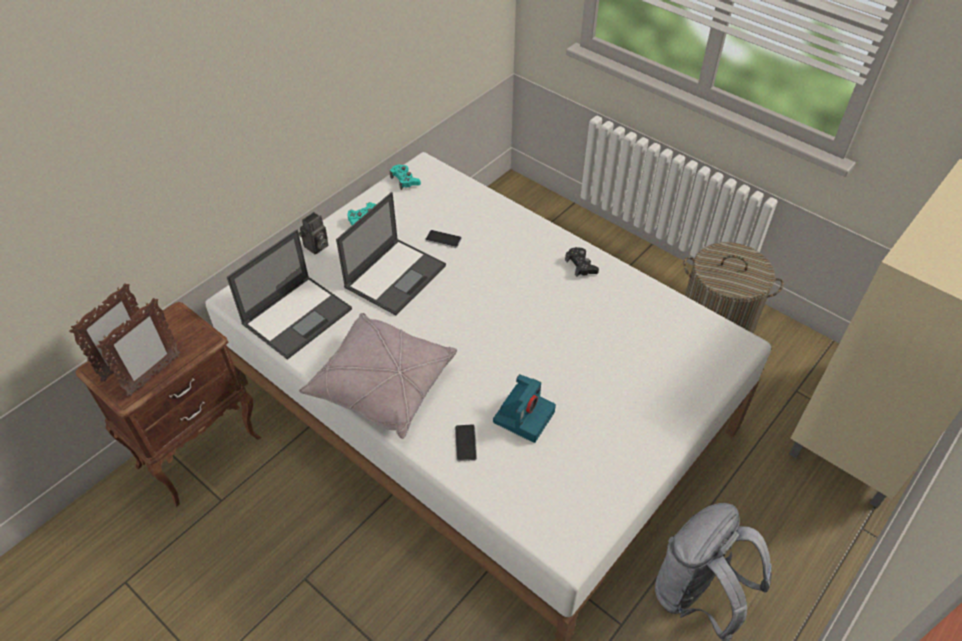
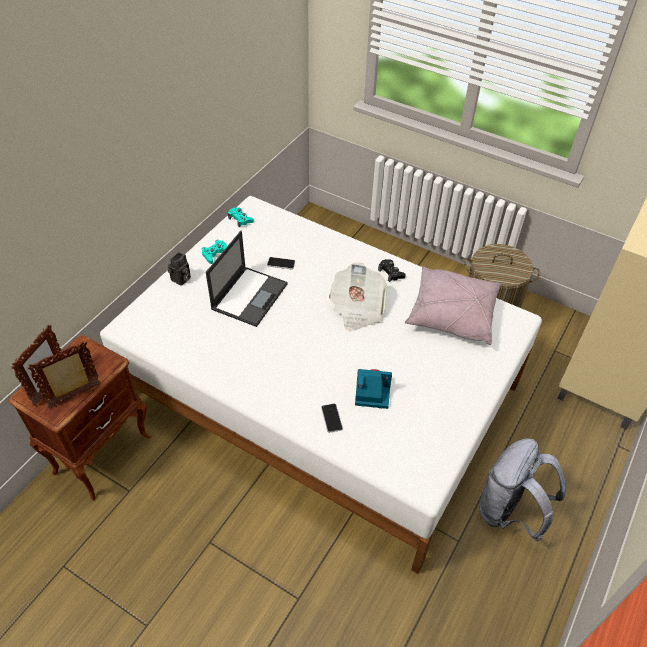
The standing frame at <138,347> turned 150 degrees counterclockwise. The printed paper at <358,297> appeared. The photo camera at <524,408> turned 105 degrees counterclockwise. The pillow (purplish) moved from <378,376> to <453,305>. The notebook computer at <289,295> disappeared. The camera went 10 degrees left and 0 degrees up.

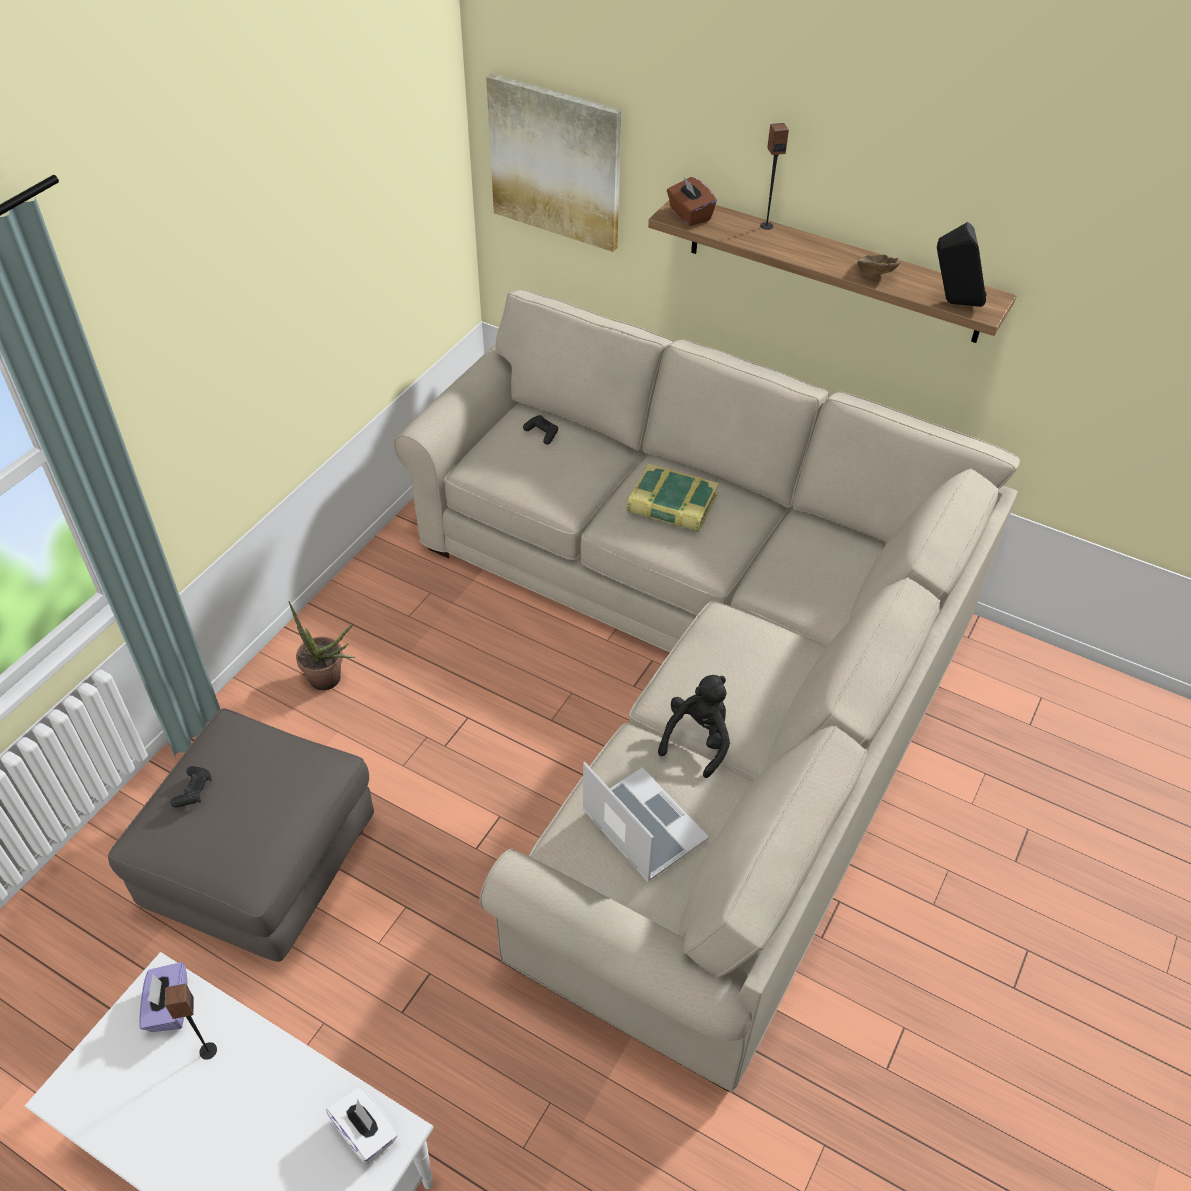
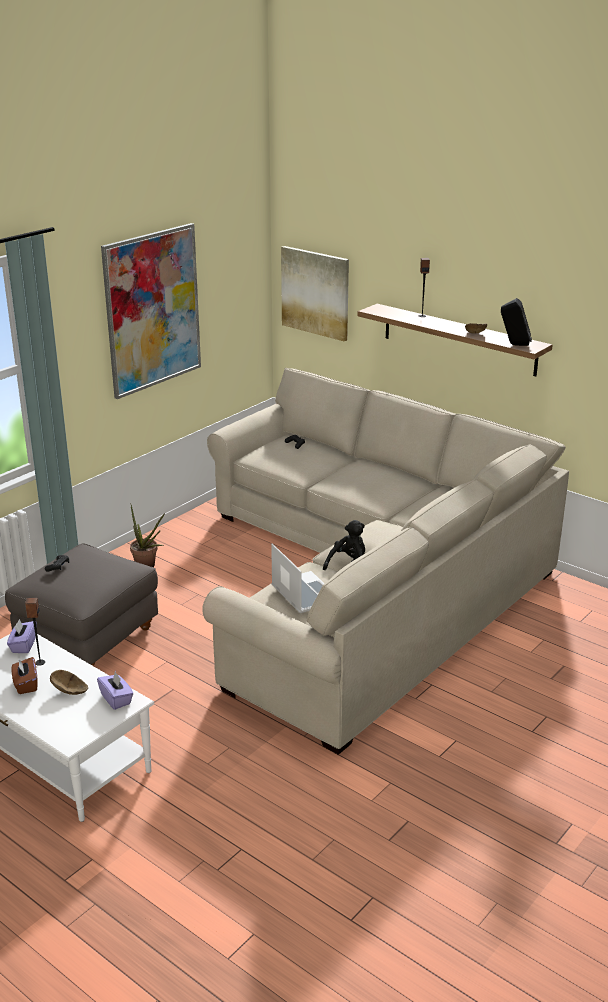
The tissue box (brownish) moved from <692,201> to <24,675>. The deep dish (brownish) at <69,682> appeared. The tissue box (whitish) at <362,1126> became the tissue box (purplish) at <115,690>. The wall art at <151,311> appeared. The volume at <673,498> disappeared. The camera went 10 degrees right and 20 degrees down.

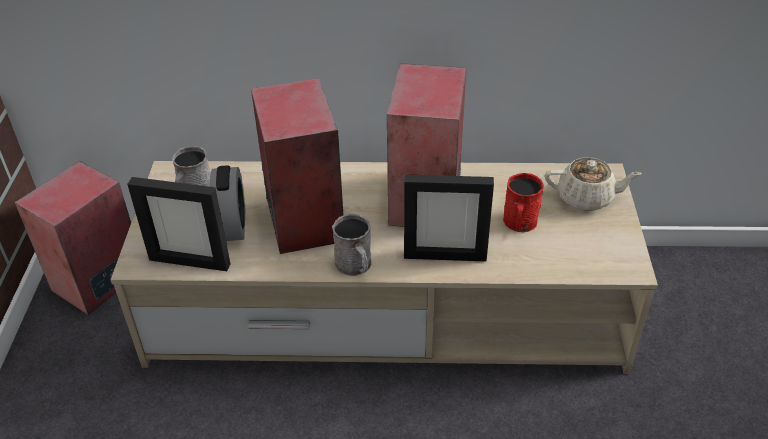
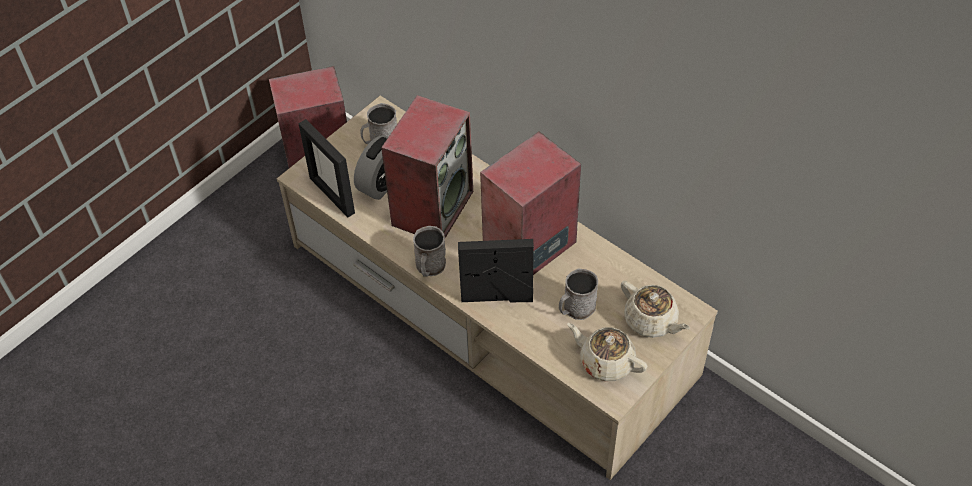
The standing frame at <449,217> turned 135 degrees clockwise. The tea mug (red-coloured) at <523,202> became the tea mug (greyish) at <578,294>. The teapot (sand-coloured) at <607,352> appeared. The camera went 40 degrees right and 10 degrees up.

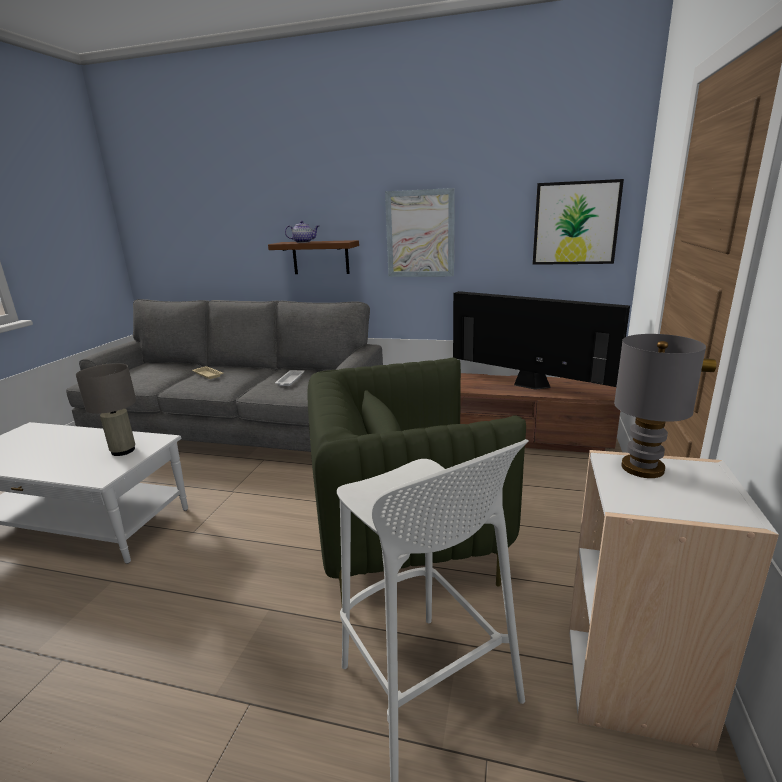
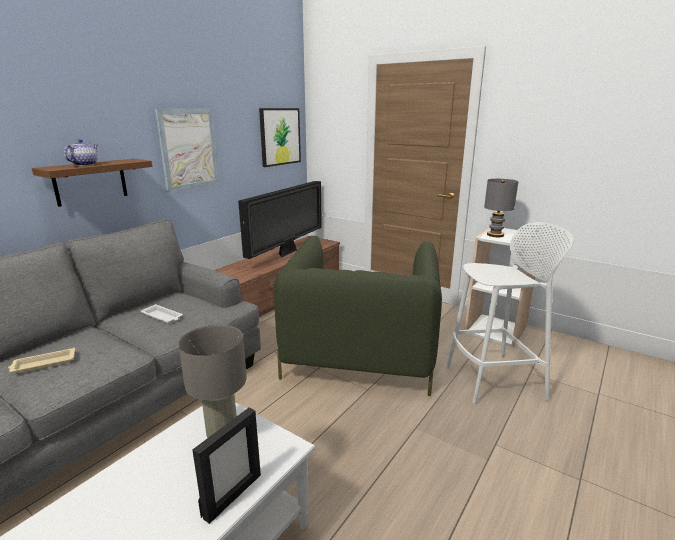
The standing frame at <226,466> appeared. The television at <541,340> turned 150 degrees clockwise. The camera went 70 degrees left and 0 degrees up.

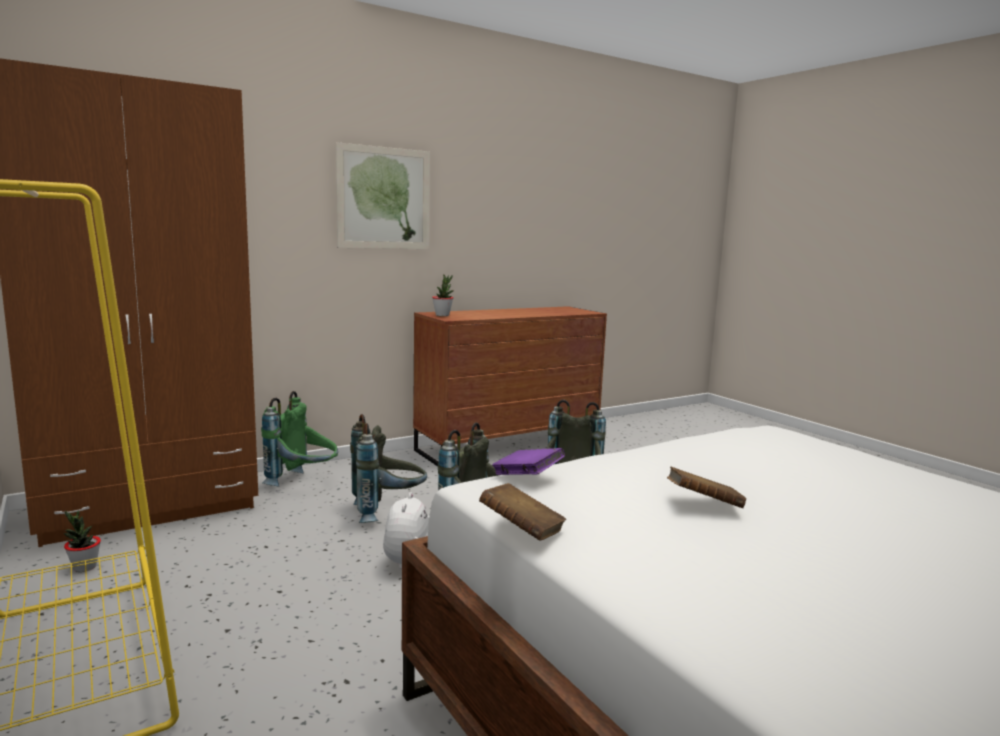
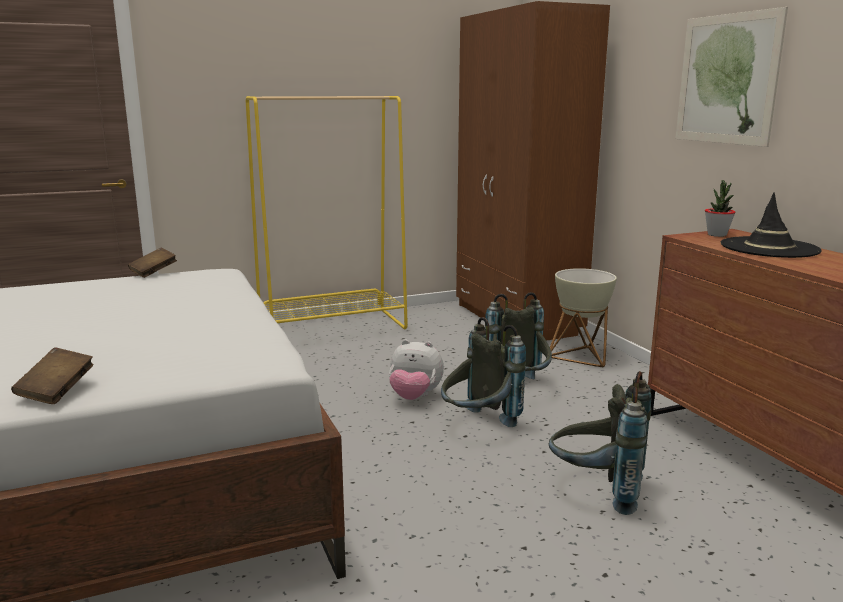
The volume (brownish) moved from <706,487> to <52,376>. The rucksack (green-coloured) at <299,439> was replaced by the flower pot at <583,317>. The hat (black) at <771,225> appeared. The potted plant at <82,541> disappeared. The volume (purplish) at <528,461> disappeared. The camera went 100 degrees right and 5 degrees up.

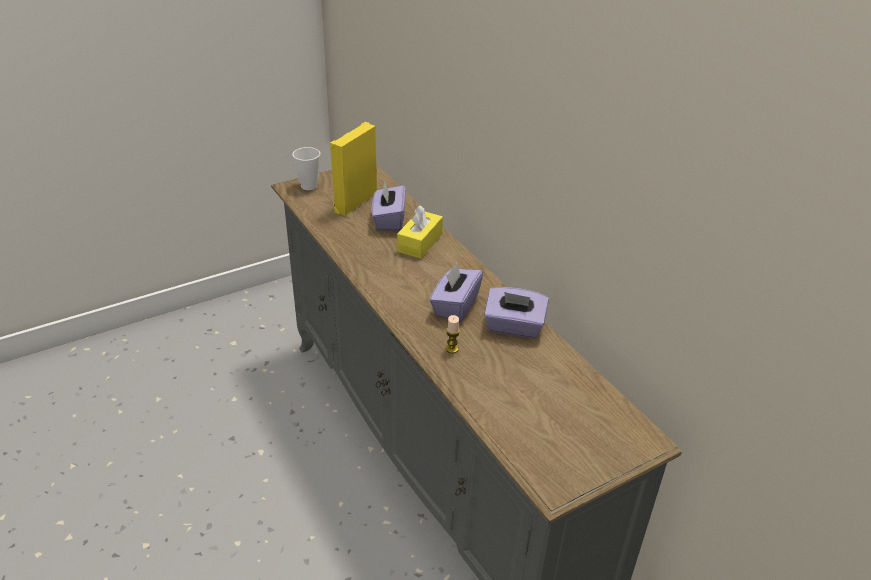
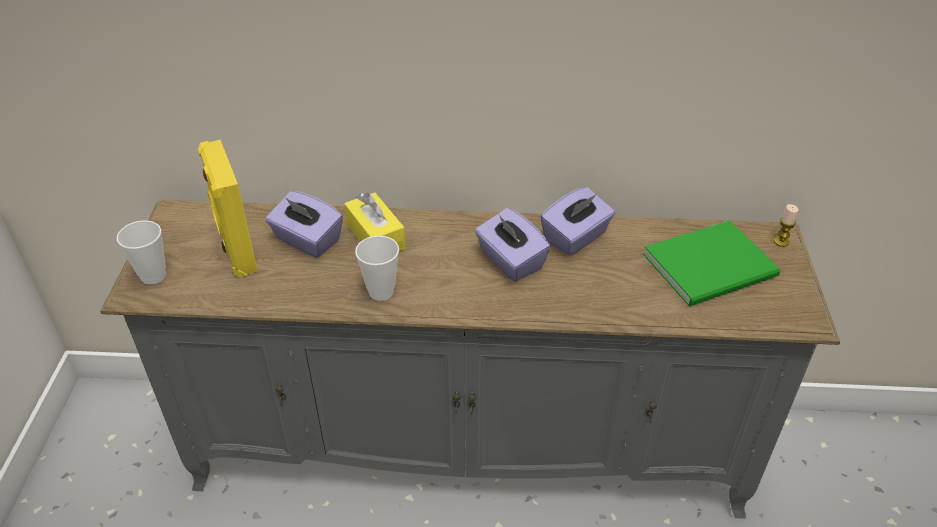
The drinking cup at <377,268> appeared. The volume (green-coloured) at <711,263> appeared. The candle moved from <453,334> to <786,225>. The camera went 55 degrees left and 5 degrees up.

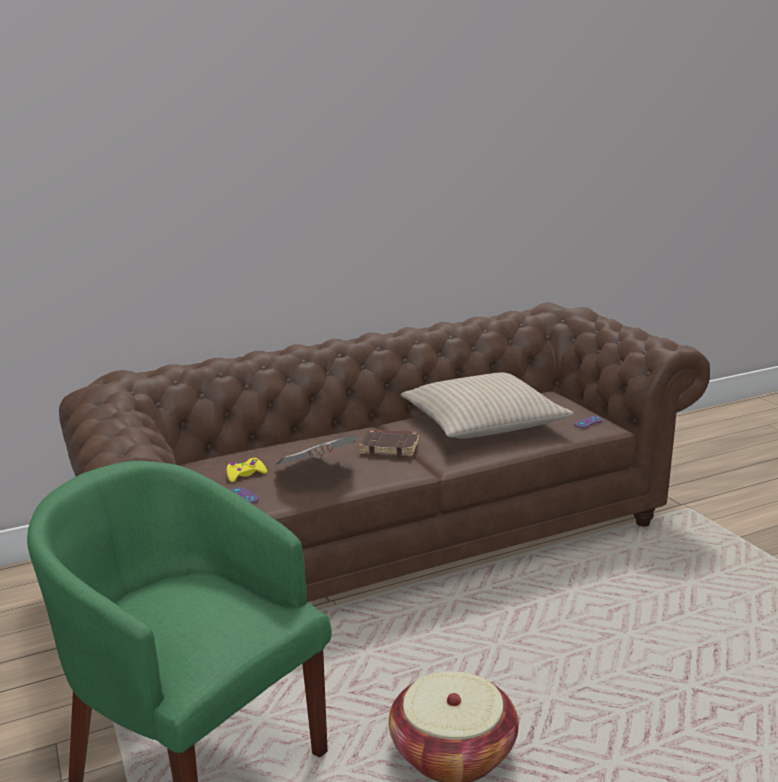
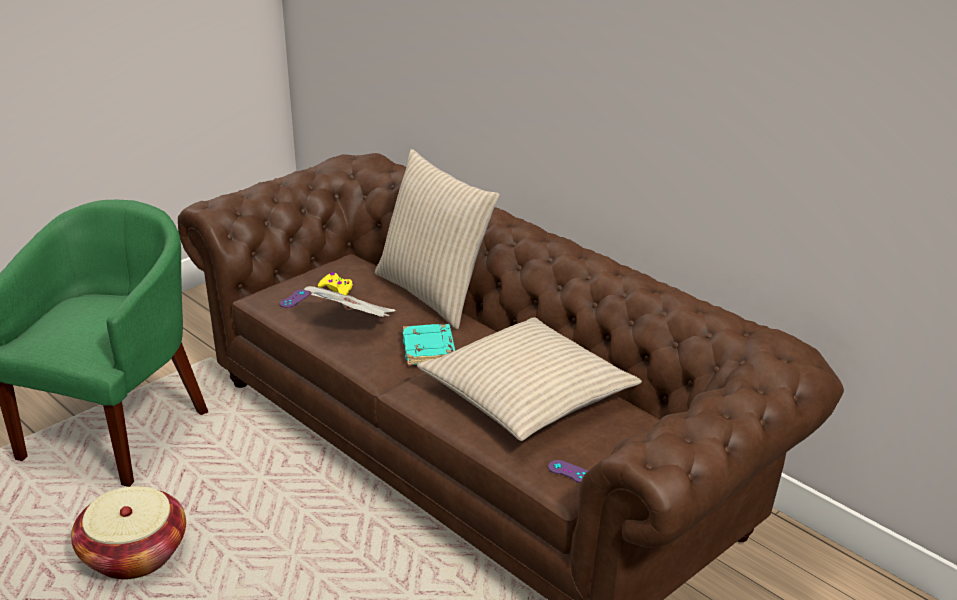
The pillow (sand-coloured) at <437,239> appeared. The volume (brownish) at <389,443> became the volume (blue-green) at <429,344>. The camera went 70 degrees right and 10 degrees up.

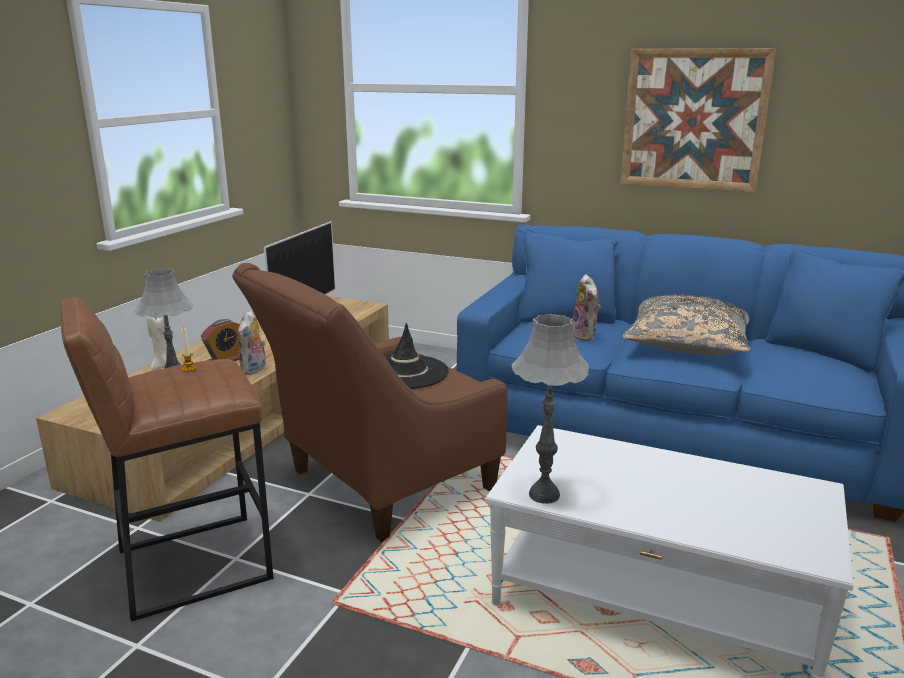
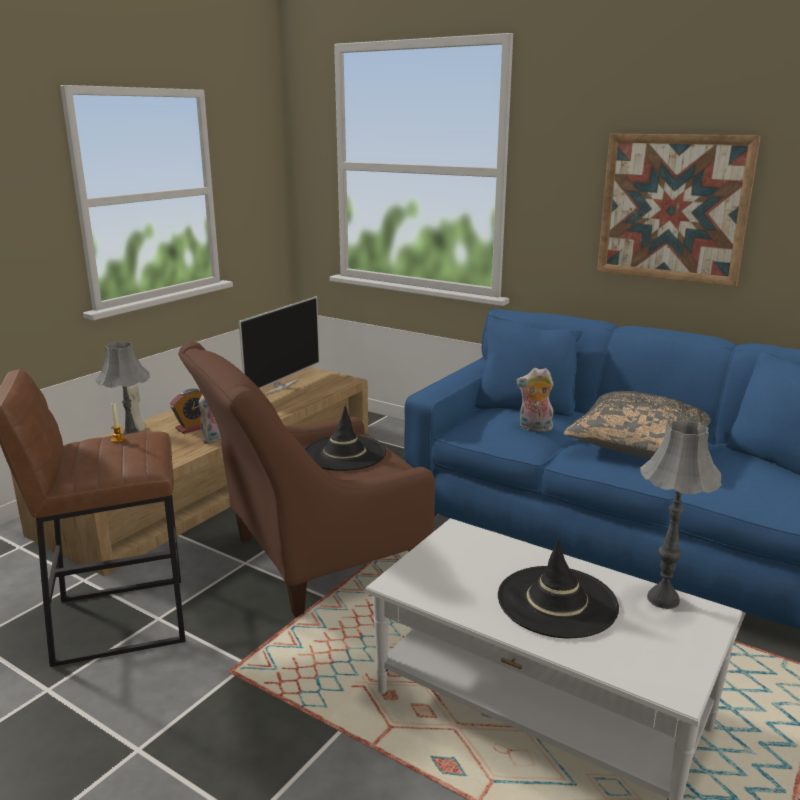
The hat (black) at <558,589> appeared. The cuddly toy at <586,307> turned 105 degrees clockwise. The table lamp (greyish) moved from <550,409> to <681,514>. The camera went 10 degrees right and 0 degrees up.

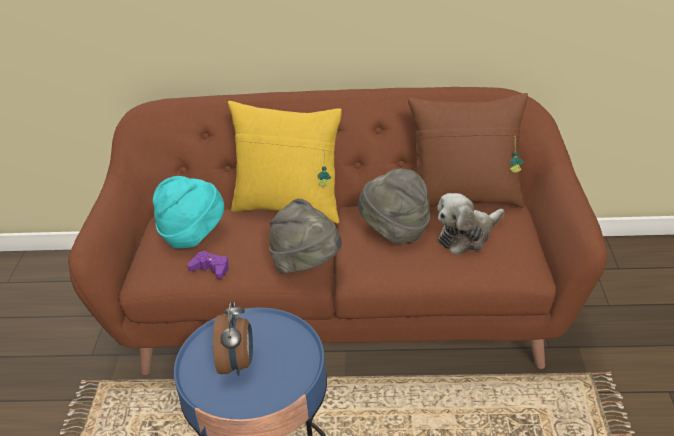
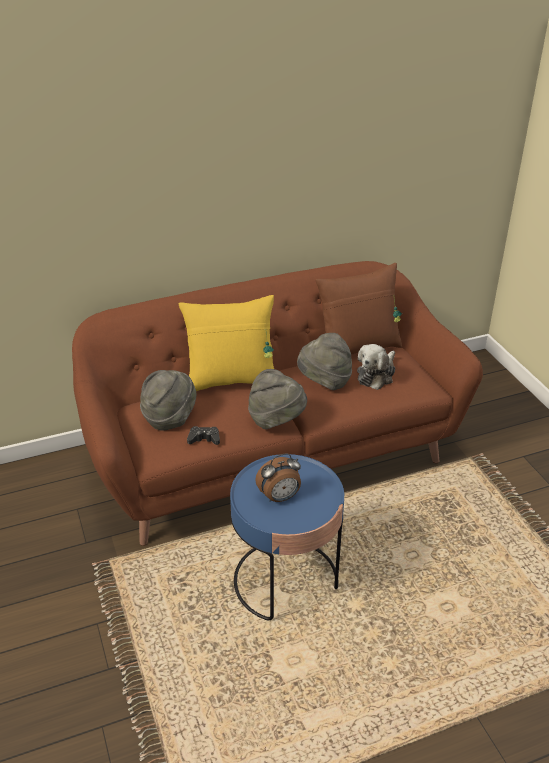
The hat (blue-green) at <188,212> became the hat (greyish) at <168,400>. The joypad (purplish) at <208,265> became the joypad (black) at <203,435>. The bedside clock at <233,339> turned 90 degrees clockwise. The camera went 25 degrees left and 0 degrees up.

